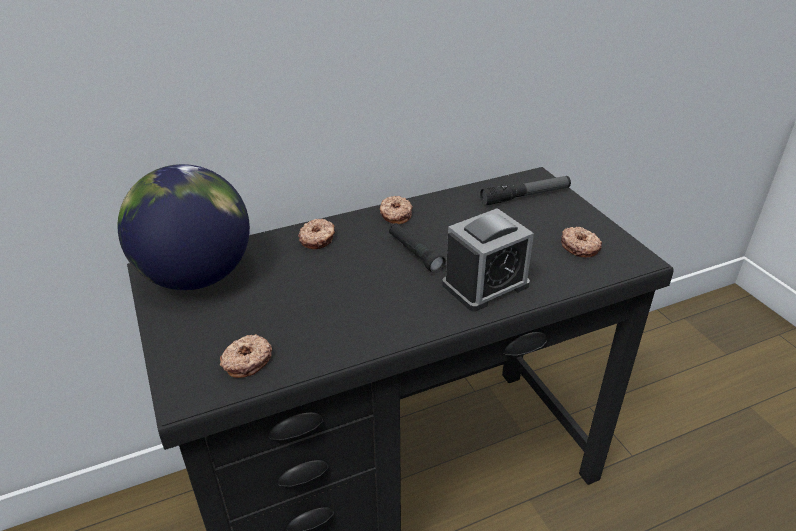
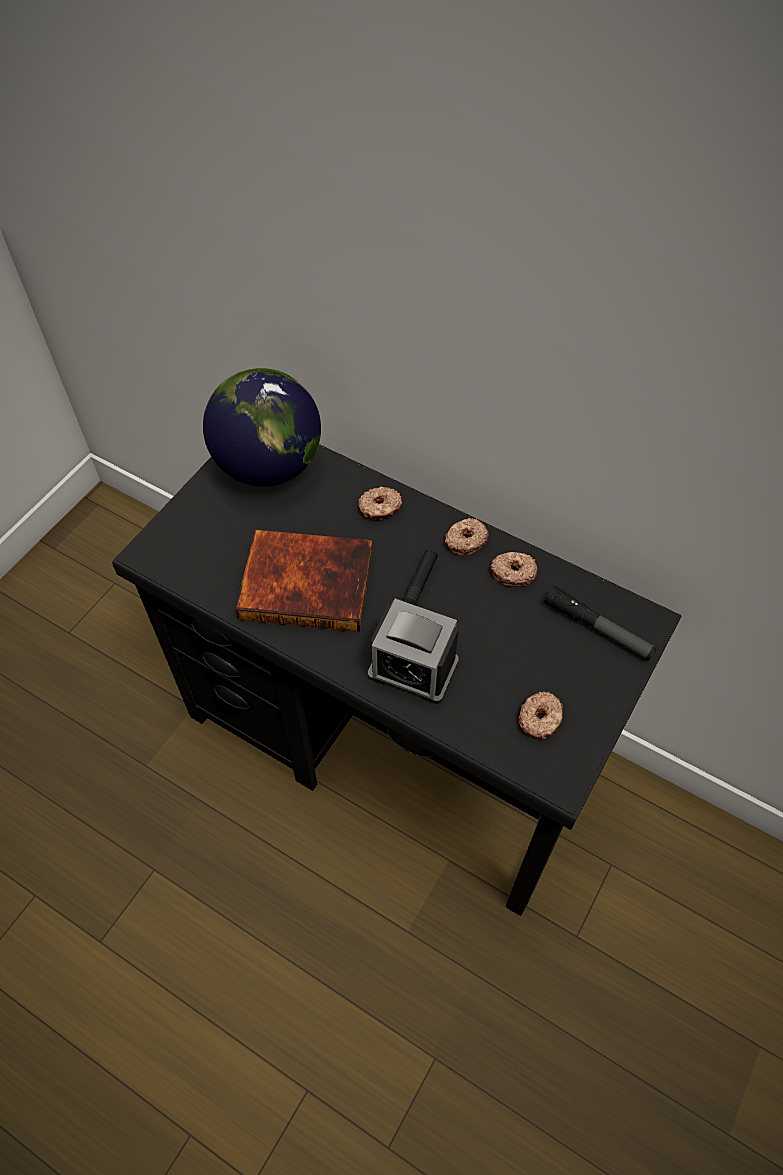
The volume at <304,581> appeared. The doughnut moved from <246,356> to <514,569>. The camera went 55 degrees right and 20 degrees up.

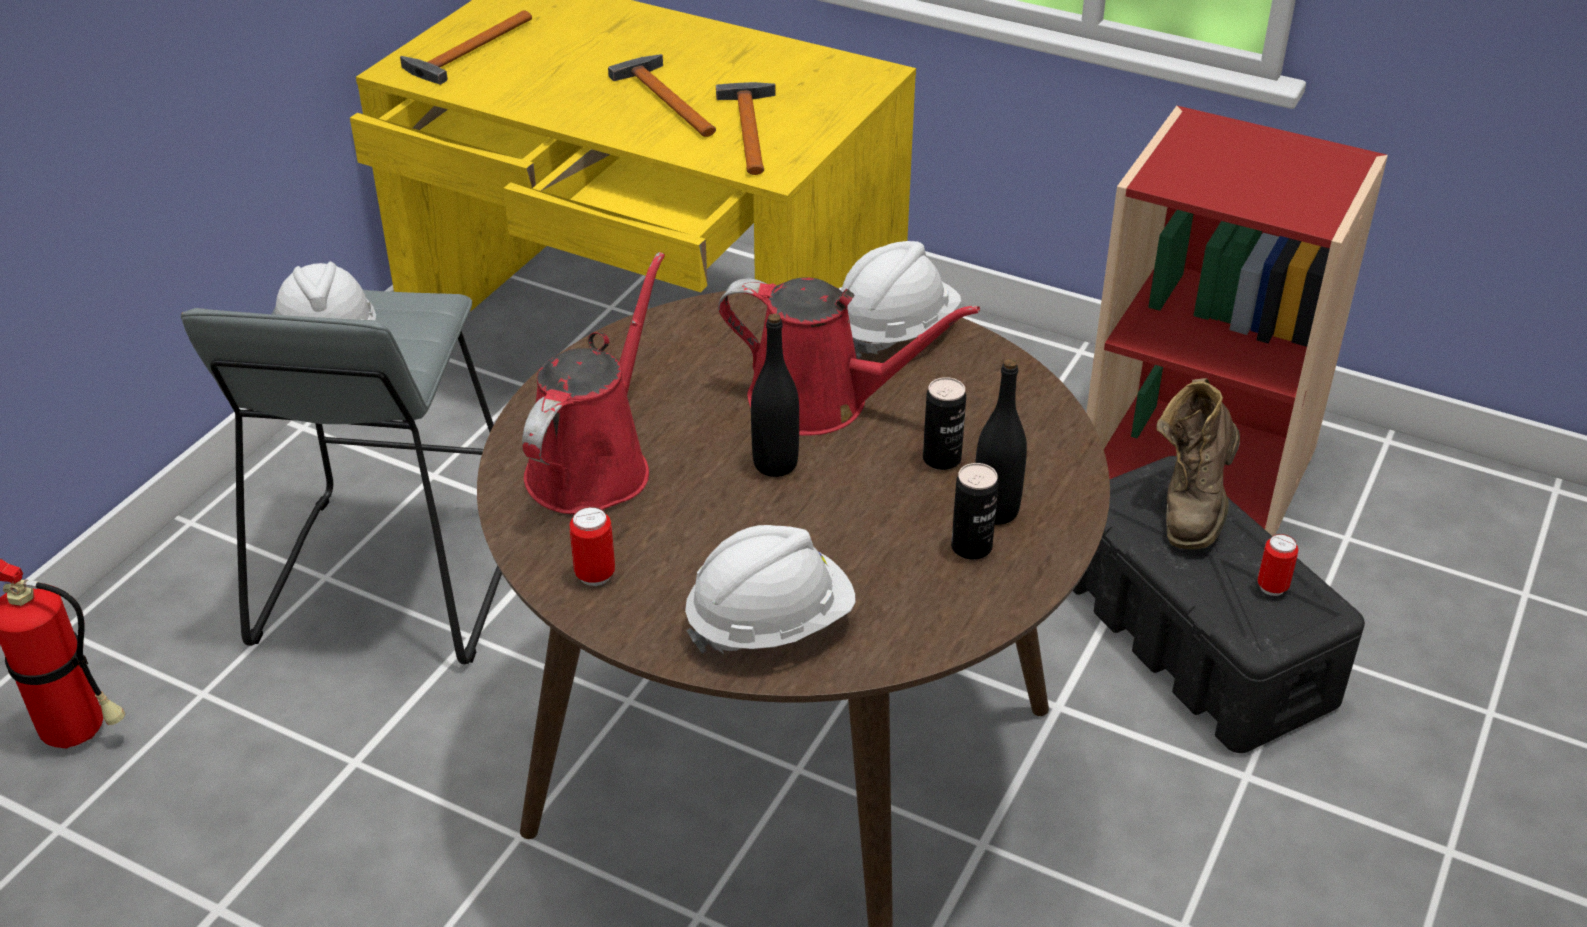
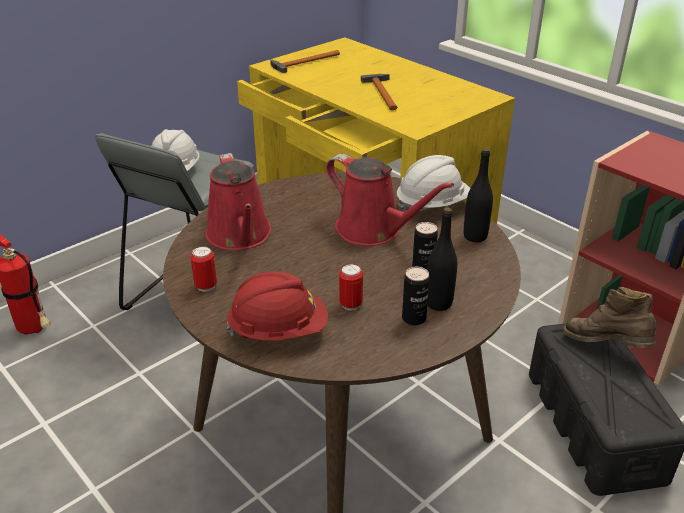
The sprinkling can (red-coloured) at <593,383> turned 120 degrees clockwise. The hard hat (whitish) at <770,589> became the hard hat (red-coloured) at <277,306>. The metal can moved from <1278,565> to <351,287>. The beverage bottle (black) moved from <775,395> to <478,195>. The boot (brownish) at <1198,464> turned 90 degrees clockwise. The hand hammer at <746,128> disappeared. The camera went 20 degrees right and 5 degrees down.

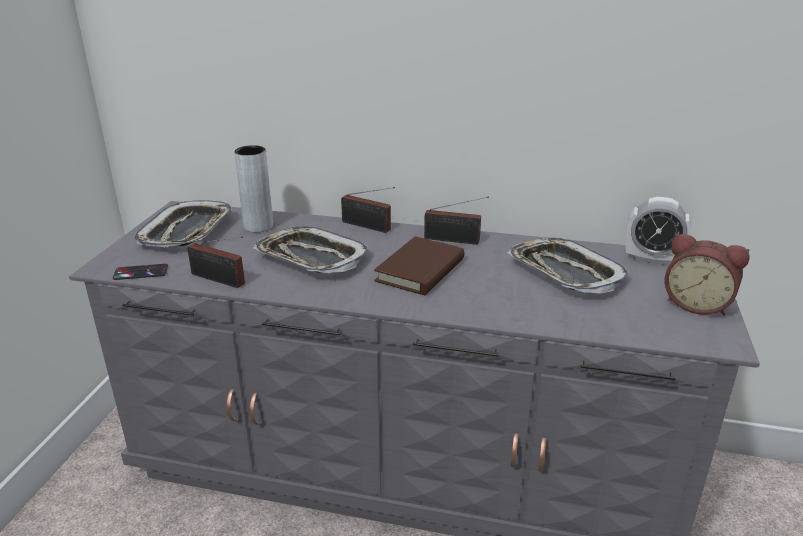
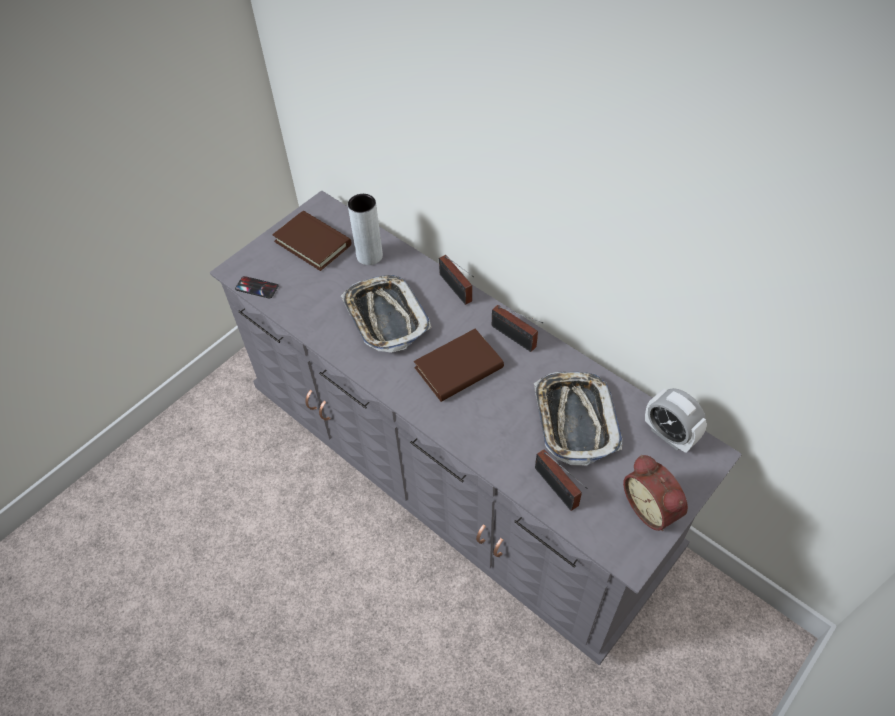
The tray at <183,223> was replaced by the volume (brownish) at <311,241>. The radio moved from <216,262> to <561,480>. The camera went 30 degrees right and 25 degrees up.

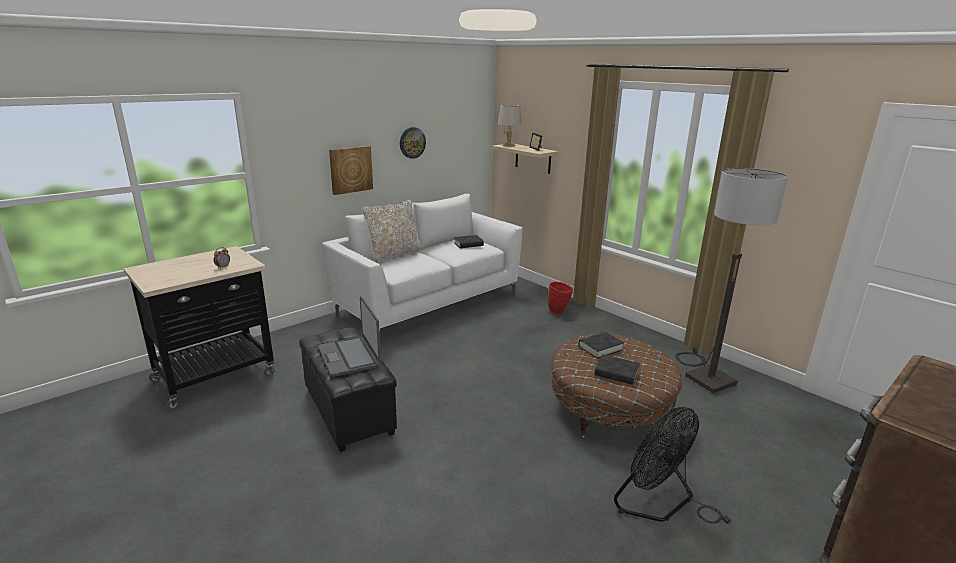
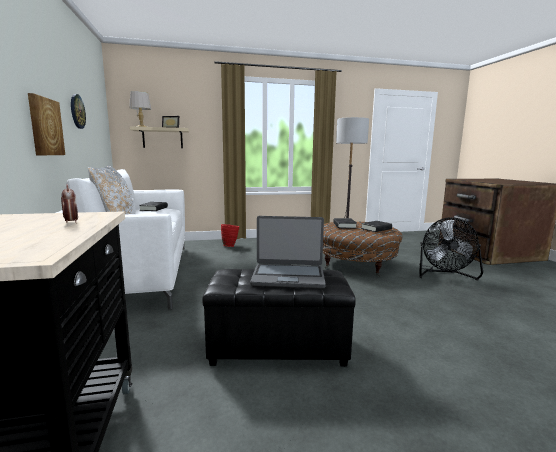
The electric fan (black) at <673,465> turned 75 degrees counterclockwise. The camera went 60 degrees left and 10 degrees down.

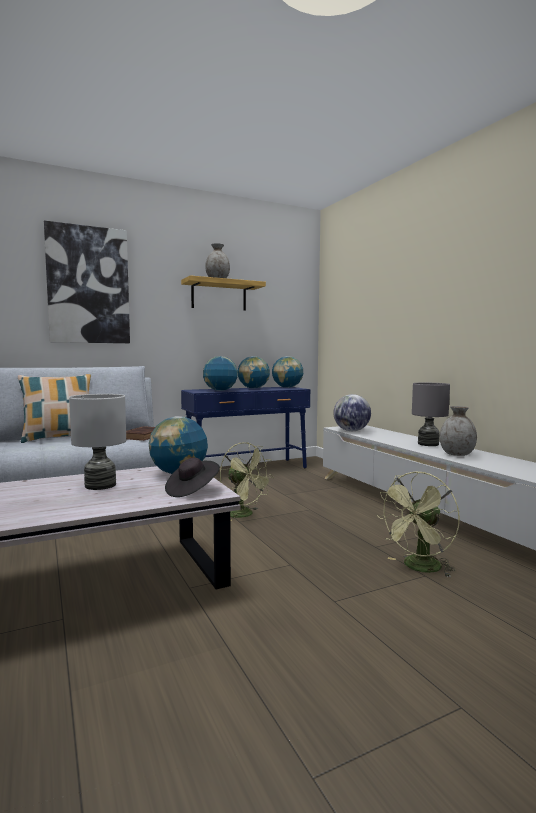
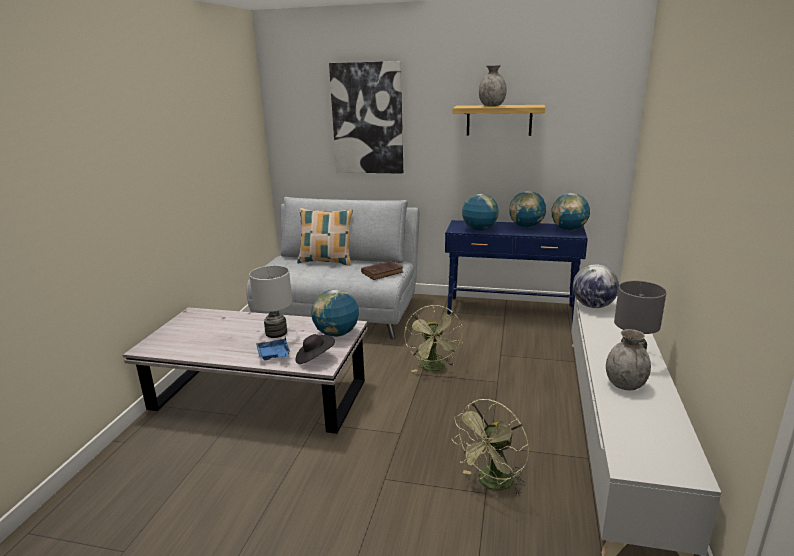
The tray (blue) at <273,348> appeared. The electric fan (green-coloured) at <418,525> turned 45 degrees counterclockwise. The camera went 40 degrees right and 15 degrees up.

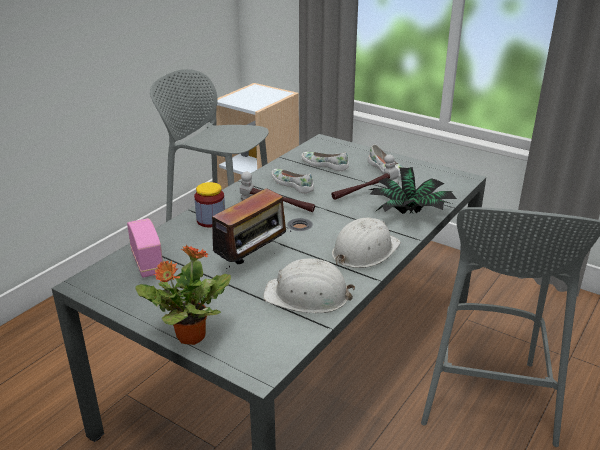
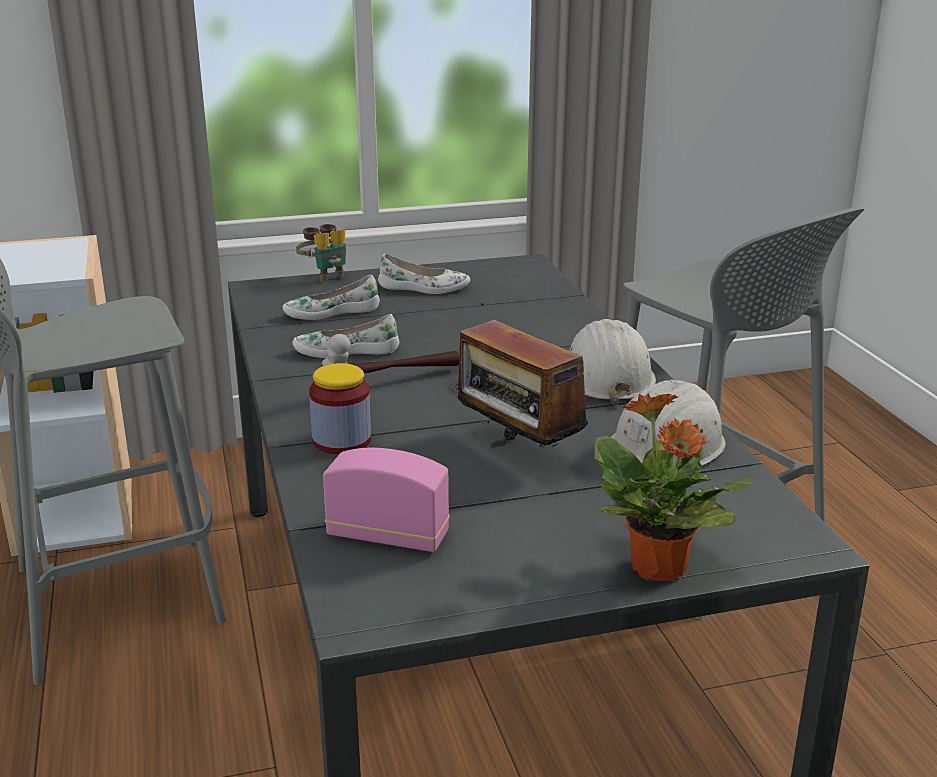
The field glasses at <321,253> appeared. The radio at <251,228> turned 150 degrees clockwise. The hand hammer at <365,177> disappeared. The potted plant at <413,190> disappeared. The camera went 50 degrees left and 5 degrees down.

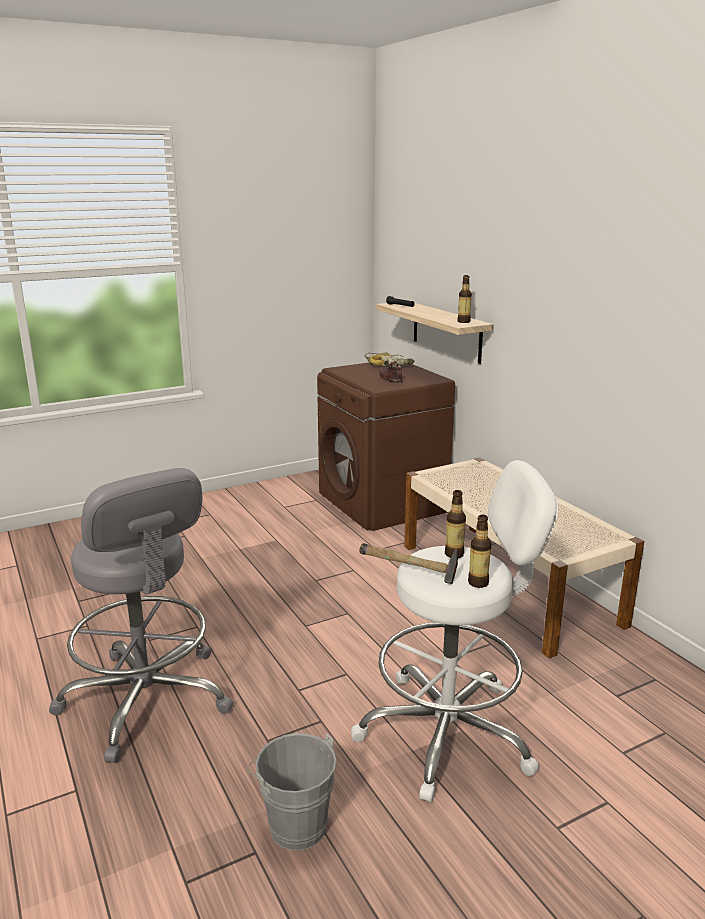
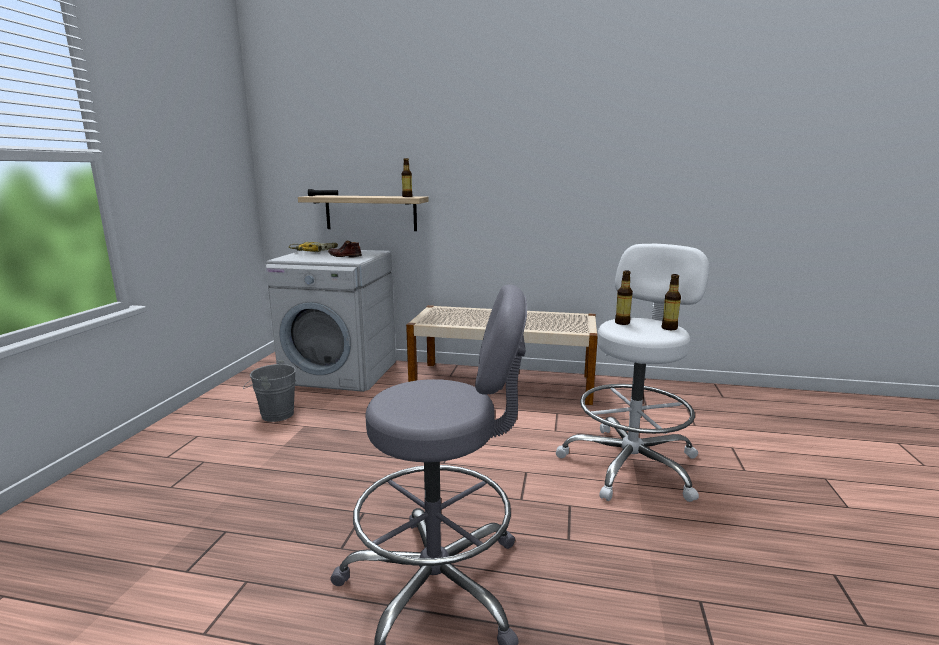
The bucket (greyish) moved from <292,792> to <269,391>. The washing machine (brownish) at <386,446> became the washing machine (whitish) at <331,321>. The hand hammer at <408,563> disappeared. The camera went 50 degrees left and 5 degrees down.

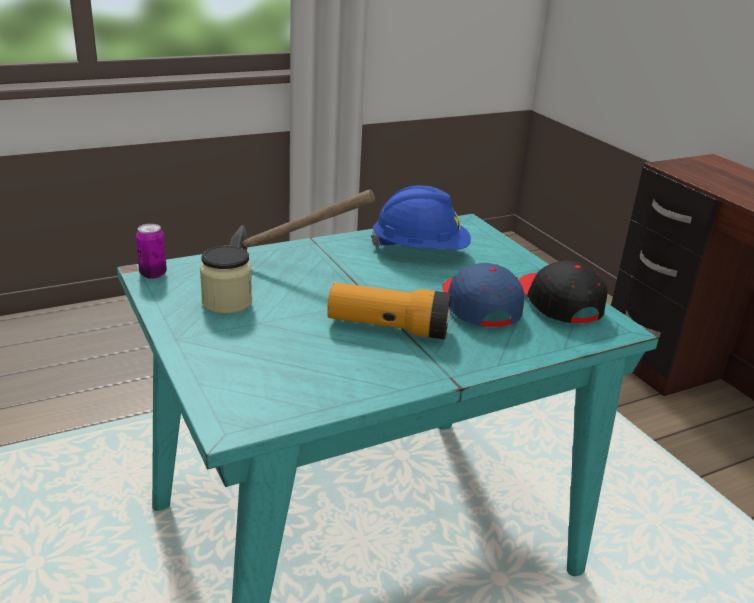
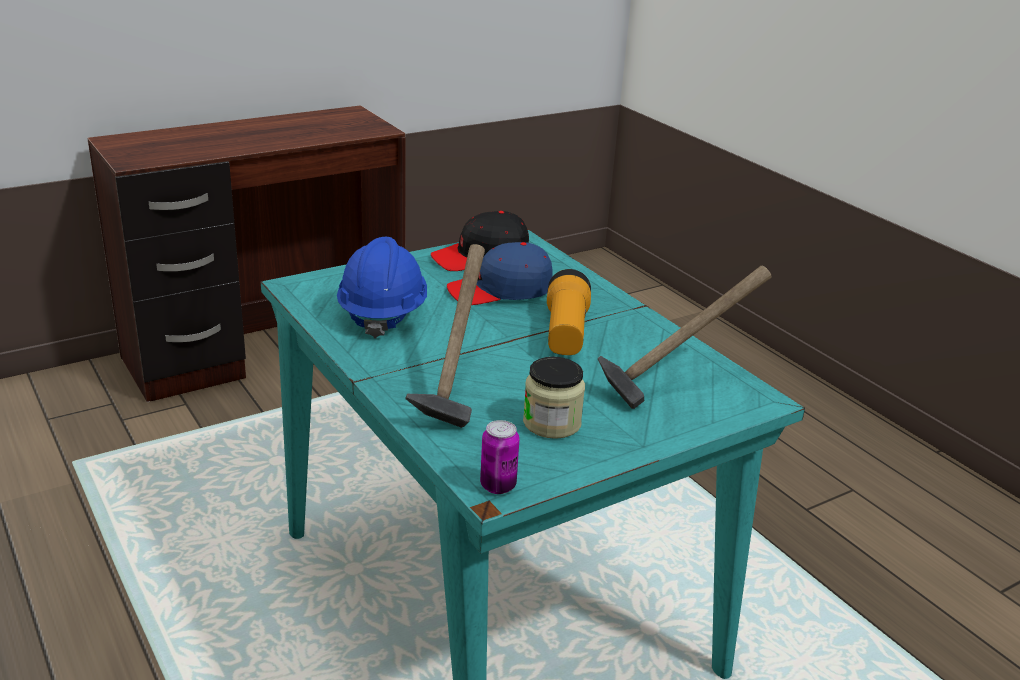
The hand hammer at <685,337> appeared. The camera went 95 degrees left and 0 degrees up.

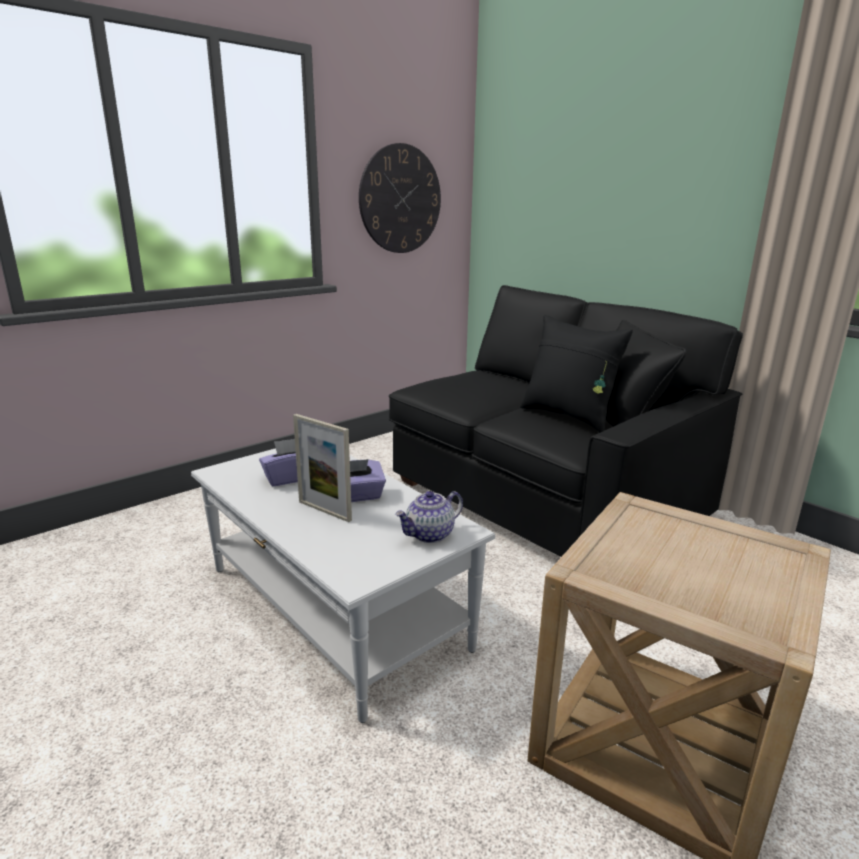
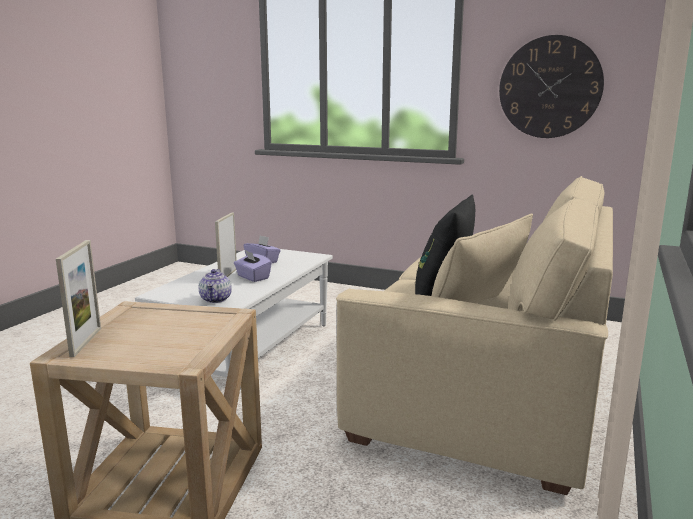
The standing frame at <78,298> appeared. The teapot at <429,517> turned 120 degrees counterclockwise. The sofa (black) at <566,421> became the sofa (sand-coloured) at <474,335>. The camera went 65 degrees right and 5 degrees down.

